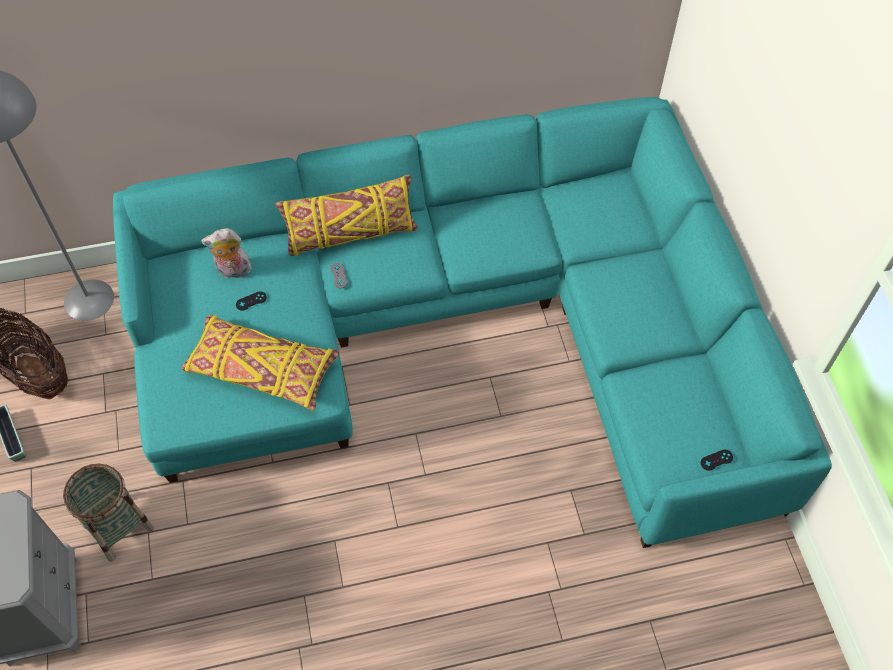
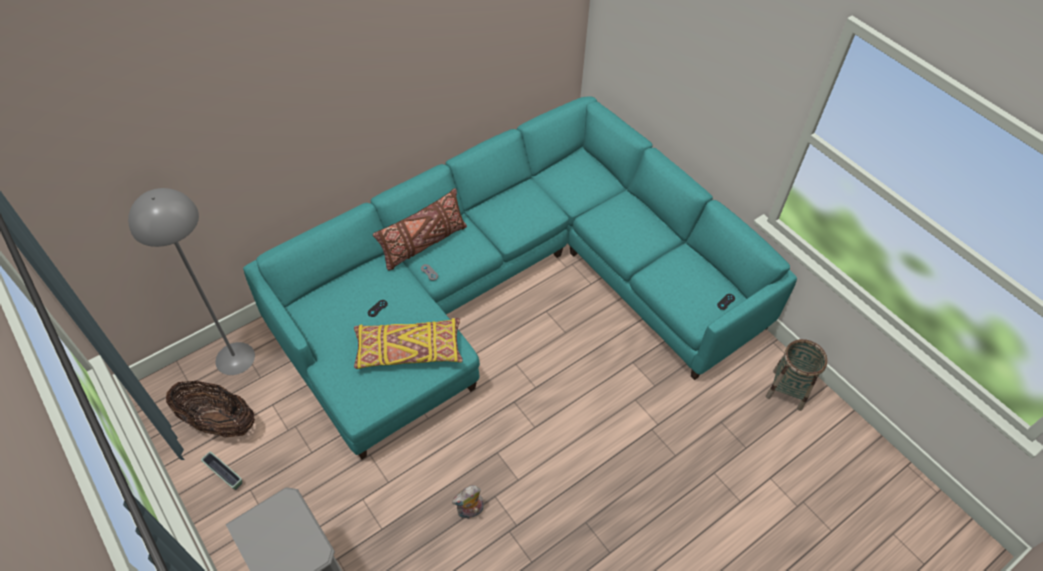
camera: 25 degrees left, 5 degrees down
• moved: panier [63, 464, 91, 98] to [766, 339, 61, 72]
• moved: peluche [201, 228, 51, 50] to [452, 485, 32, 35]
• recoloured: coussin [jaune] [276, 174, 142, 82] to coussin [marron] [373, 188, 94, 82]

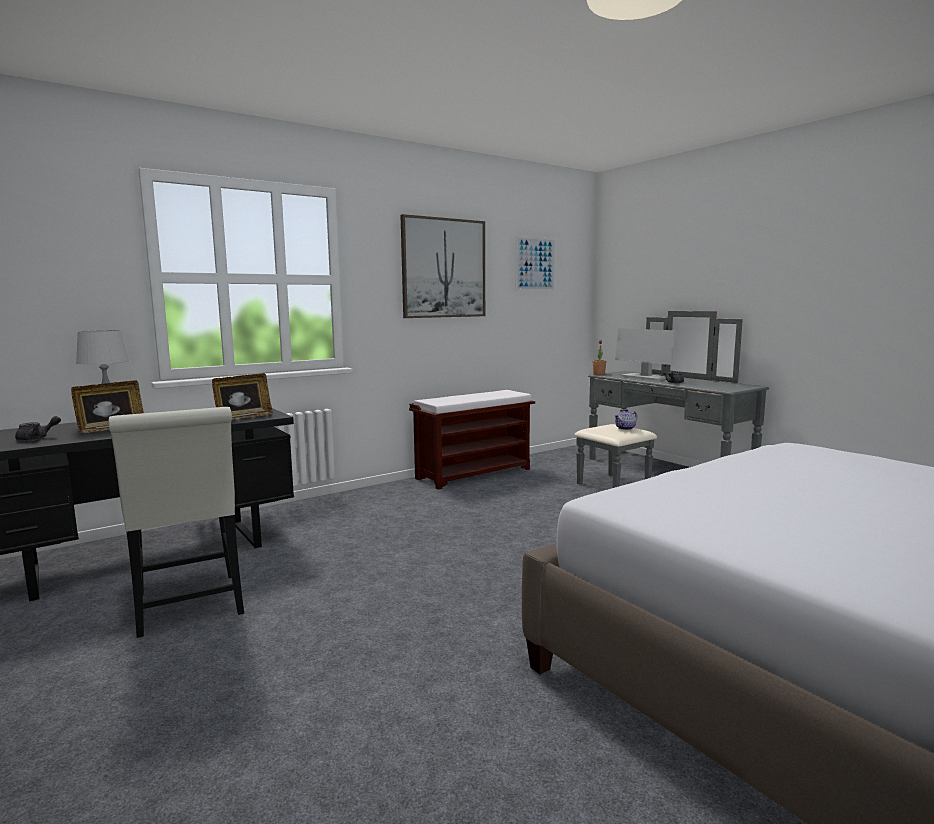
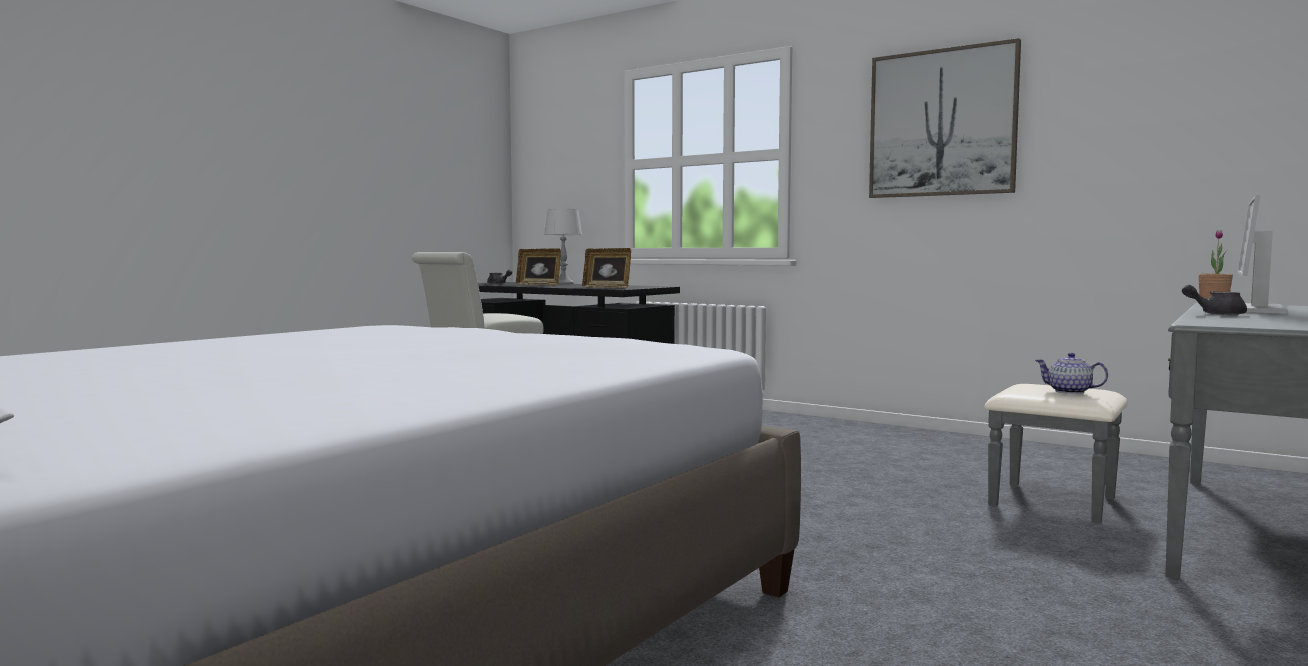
camera: 70 degrees right, 5 degrees down
• removed: banc [marron] [409, 390, 126, 99]
• removed: tableau [516, 236, 40, 55]

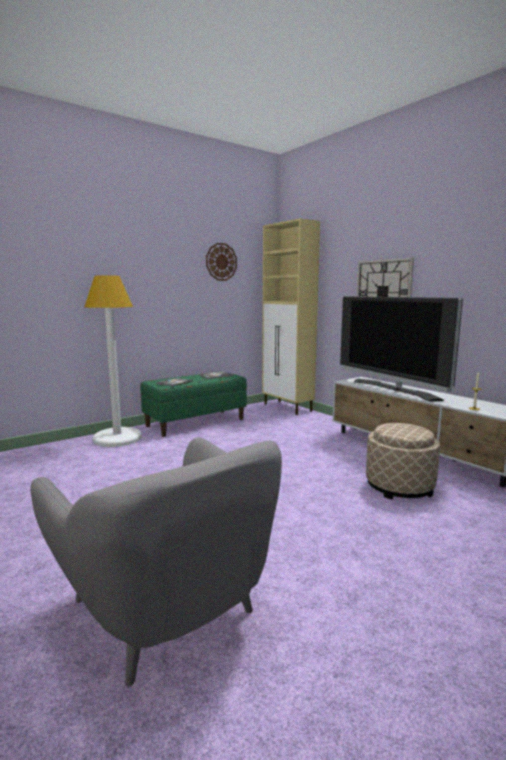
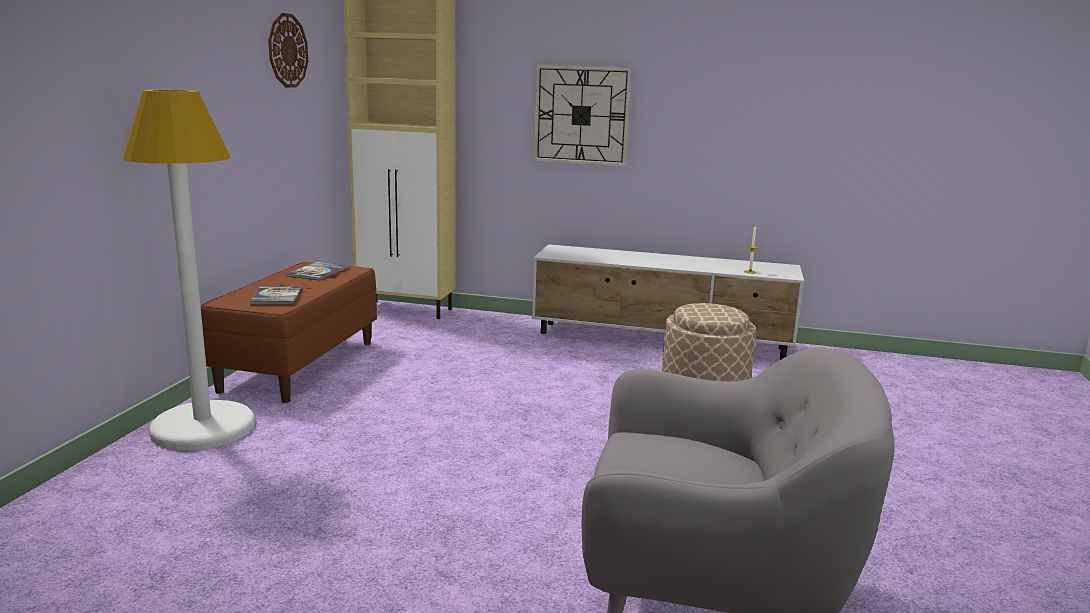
camera: 40 degrees left, 5 degrees up
• recoloured: banc [vert] [140, 371, 107, 66] to banc [marron] [201, 262, 176, 141]
• removed: téléviseur [340, 296, 123, 105]

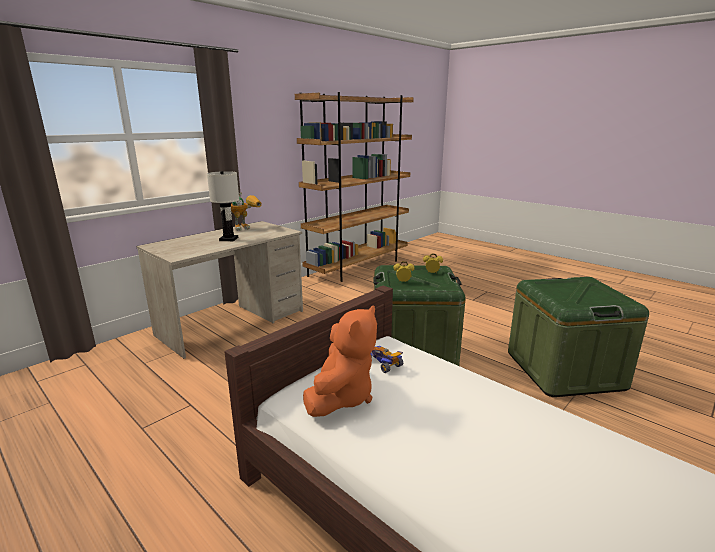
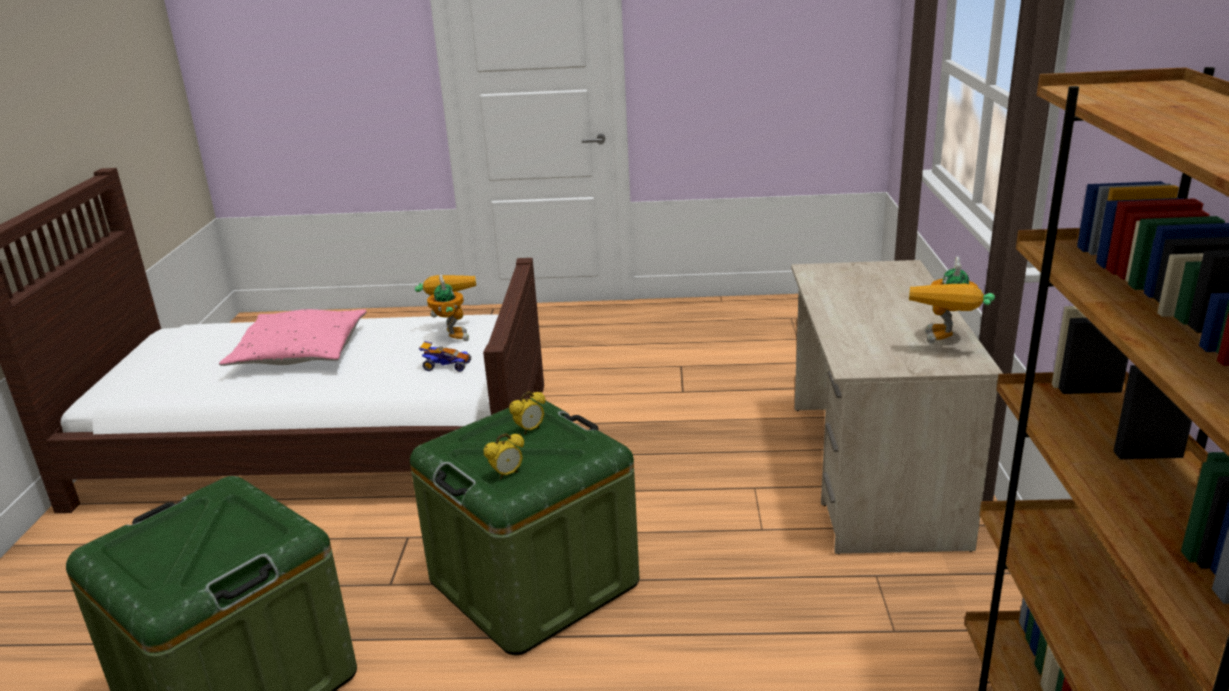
camera: 140 degrees right, 5 degrees up
• removed: lampe de table [blanc] [207, 171, 32, 70]
• replaced: peluche [orange] [303, 305, 74, 112] to robot jouet [415, 275, 61, 66]
• added: coussin [rose] [219, 309, 147, 57]

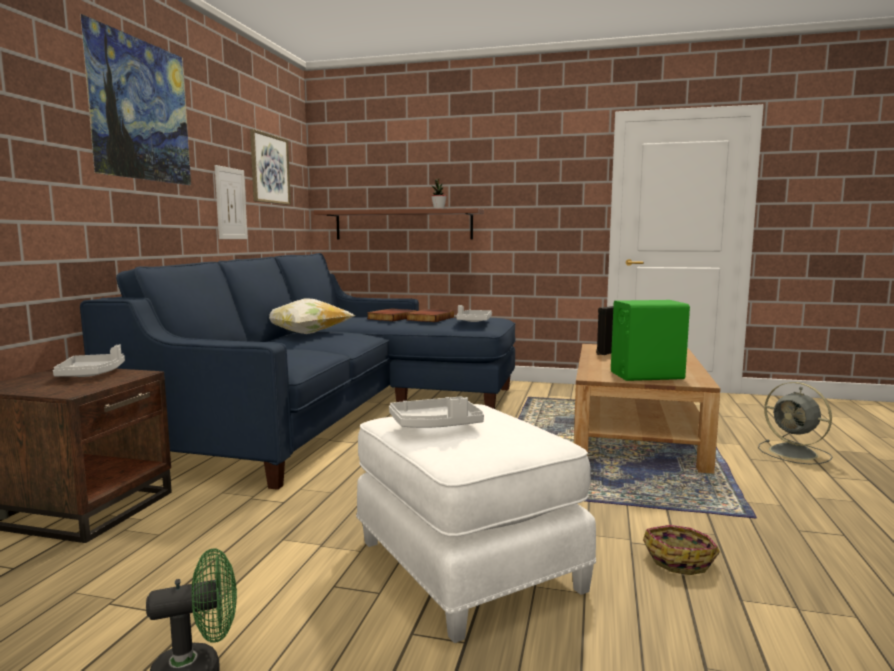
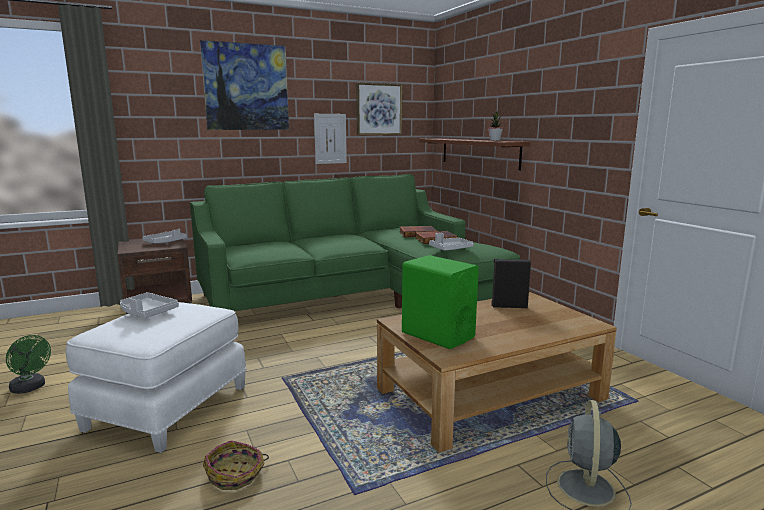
camera: 50 degrees right, 5 degrees up
• recoloured: canapé [bleu] [80, 253, 436, 237] to canapé [vert] [190, 174, 331, 137]
• removed: coussin [269, 298, 86, 36]

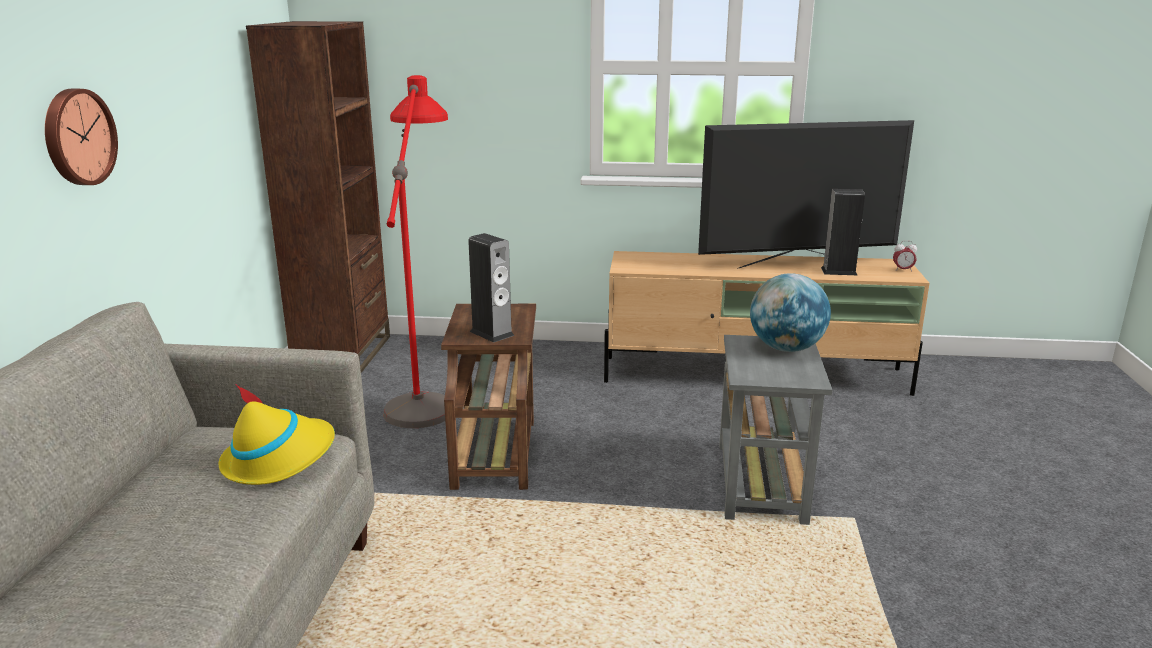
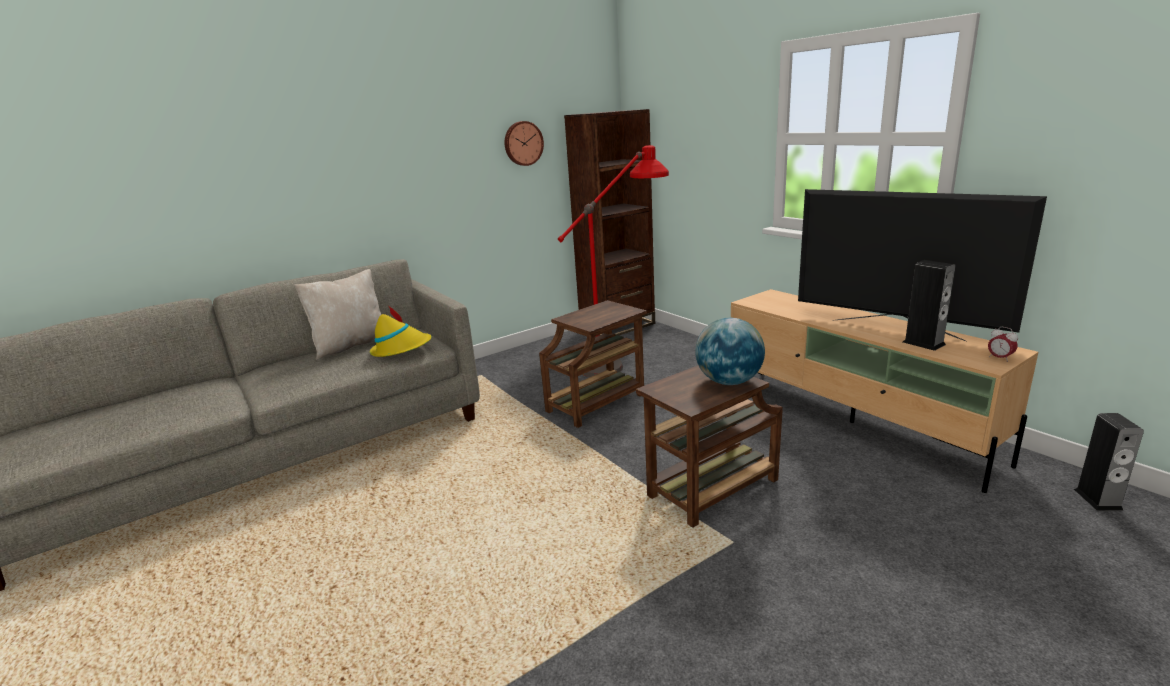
camera: 50 degrees right, 0 degrees up
• moved: horloge murale [45, 89, 73, 96] to [504, 121, 40, 45]
• moved: enceinte [468, 233, 46, 109] to [1074, 413, 70, 98]
• recoloured: table d'appoint [gris] [719, 335, 114, 190] to table d'appoint [marron] [636, 365, 147, 163]
• added: coussin [beige] [294, 269, 88, 91]

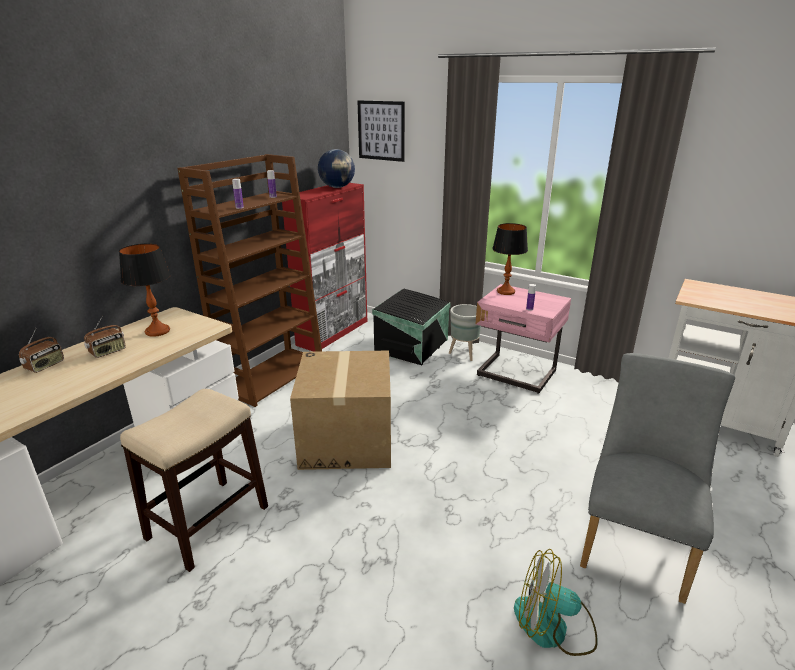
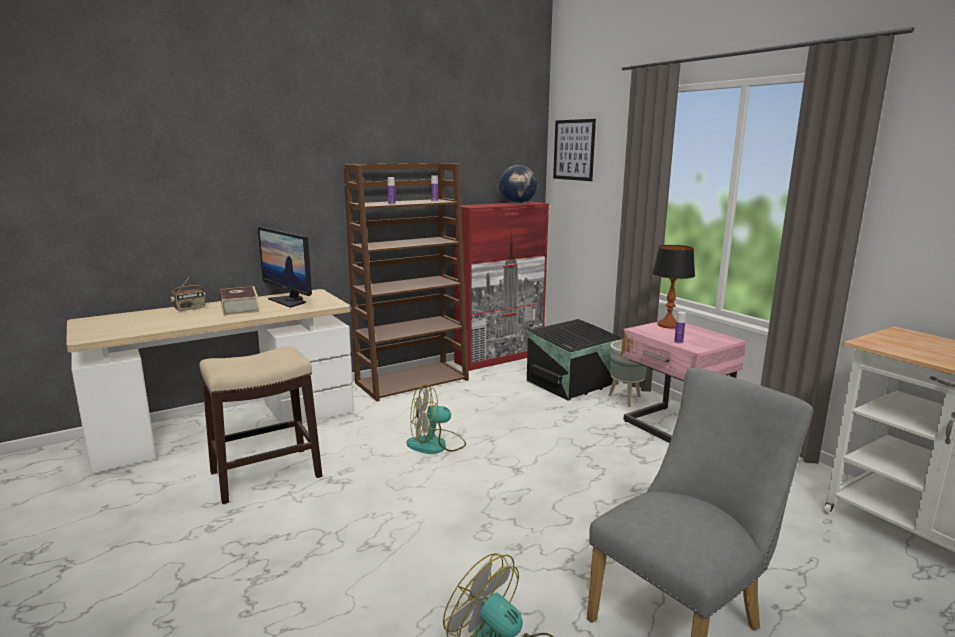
camera: 25 degrees right, 10 degrees down
• replaced: radio [84, 315, 42, 43] to livre [220, 286, 39, 29]
• replaced: lampe de table [119, 244, 52, 93] to écran d'ordinateur [258, 227, 54, 81]
• replaced: carton [290, 351, 101, 119] to ventilateur [407, 384, 59, 70]

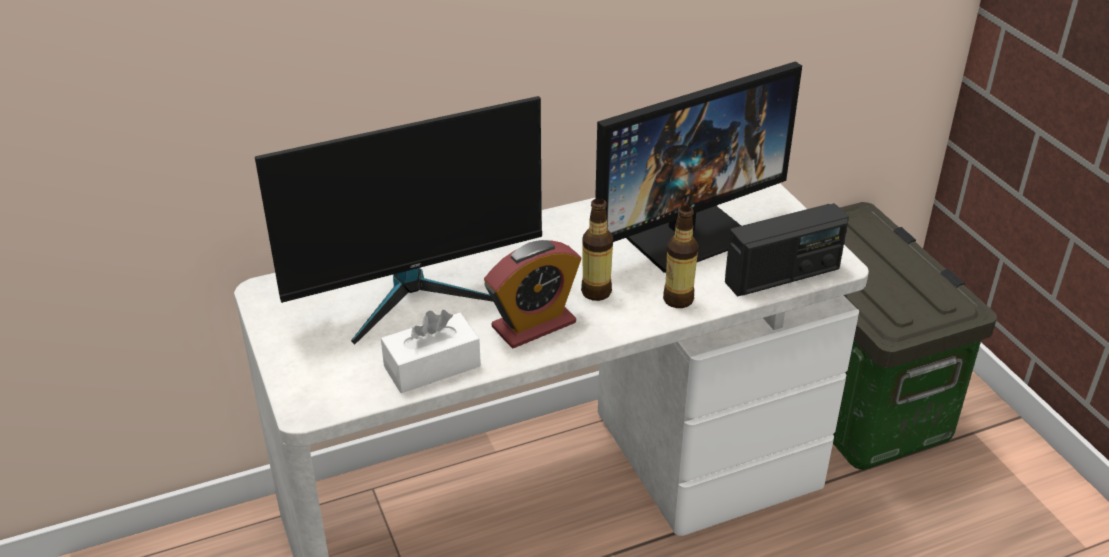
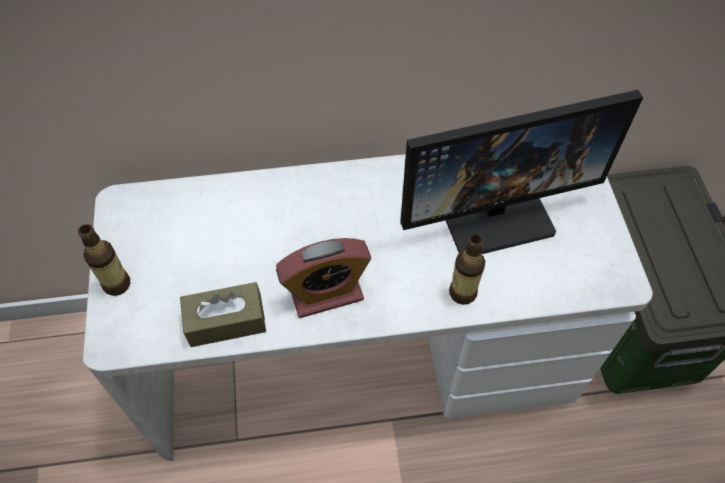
camera: 15 degrees right, 20 degrees up
• removed: écran d'ordinateur [255, 96, 287, 249]
• recoloured: boîte à mouchoirs [blanc] [381, 310, 100, 83] to boîte à mouchoirs [marron] [180, 282, 86, 65]
• moved: bouteille [581, 198, 32, 103] to [78, 224, 52, 72]
• removed: radio [725, 203, 124, 93]

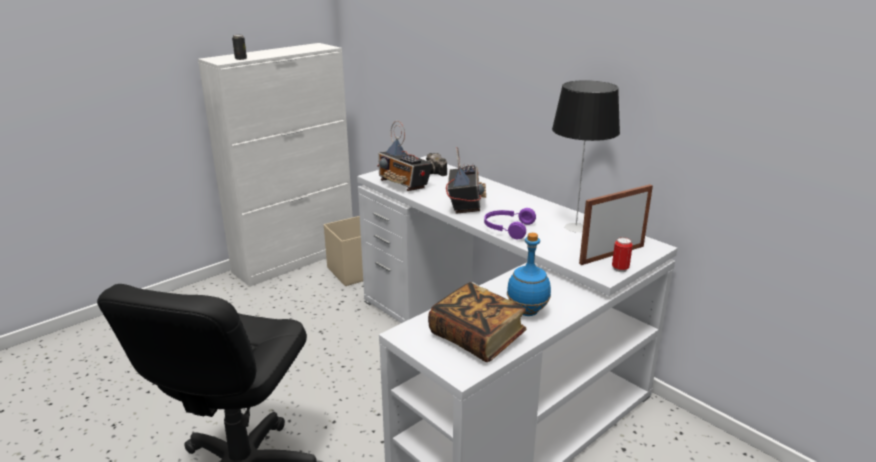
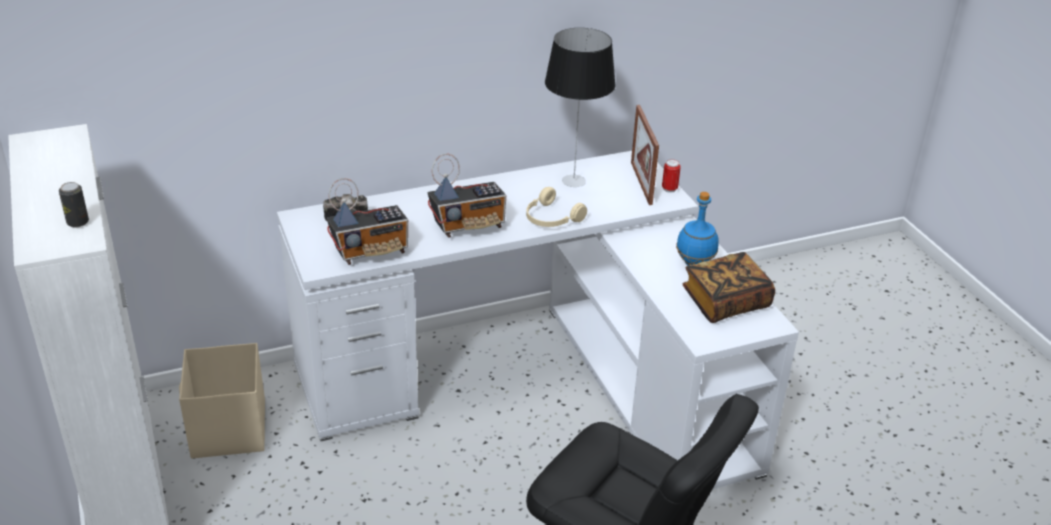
camera: 70 degrees left, 10 degrees up
• turned: radio [446, 147, 40, 67] = [428, 154, 78, 84] 135 degrees clockwise
• recoloured: casque audio [violet] [484, 208, 52, 31] to casque audio [beige] [526, 187, 61, 40]

